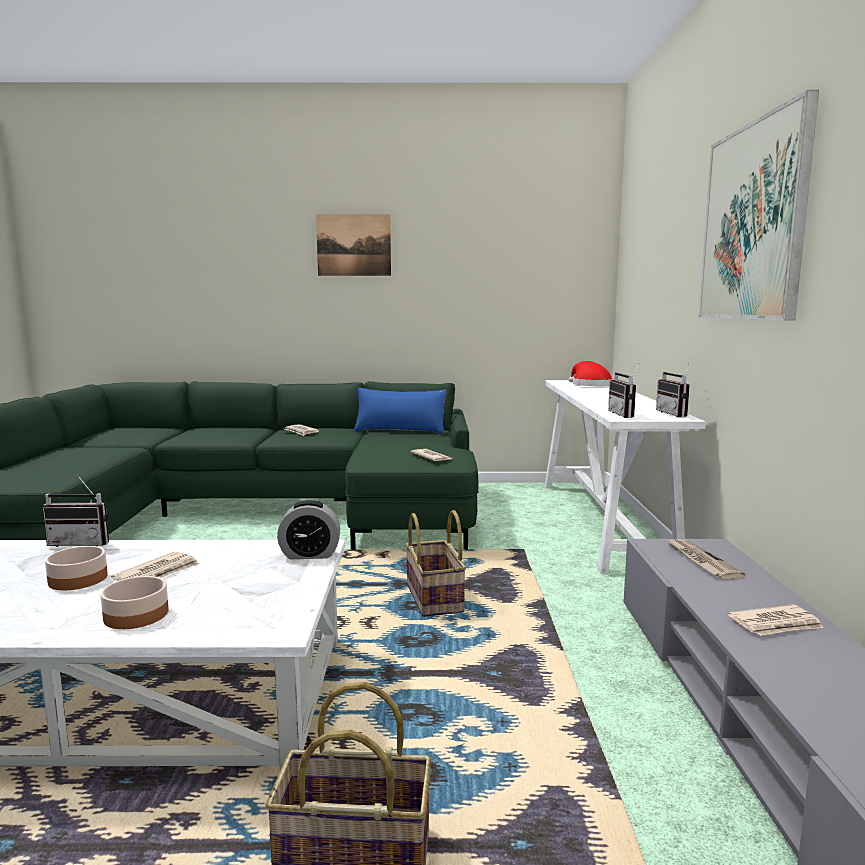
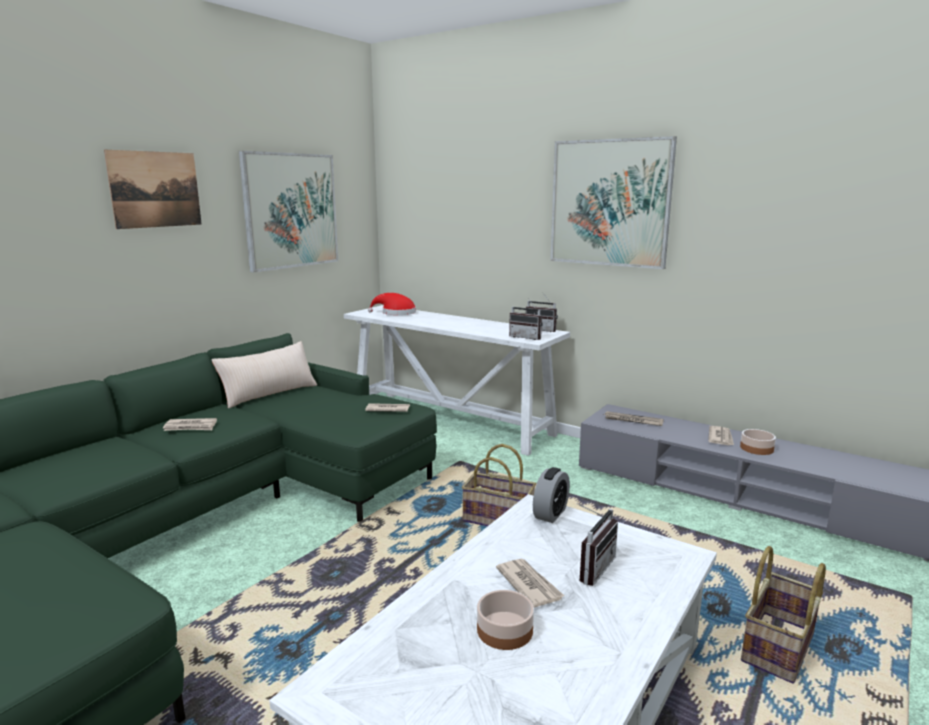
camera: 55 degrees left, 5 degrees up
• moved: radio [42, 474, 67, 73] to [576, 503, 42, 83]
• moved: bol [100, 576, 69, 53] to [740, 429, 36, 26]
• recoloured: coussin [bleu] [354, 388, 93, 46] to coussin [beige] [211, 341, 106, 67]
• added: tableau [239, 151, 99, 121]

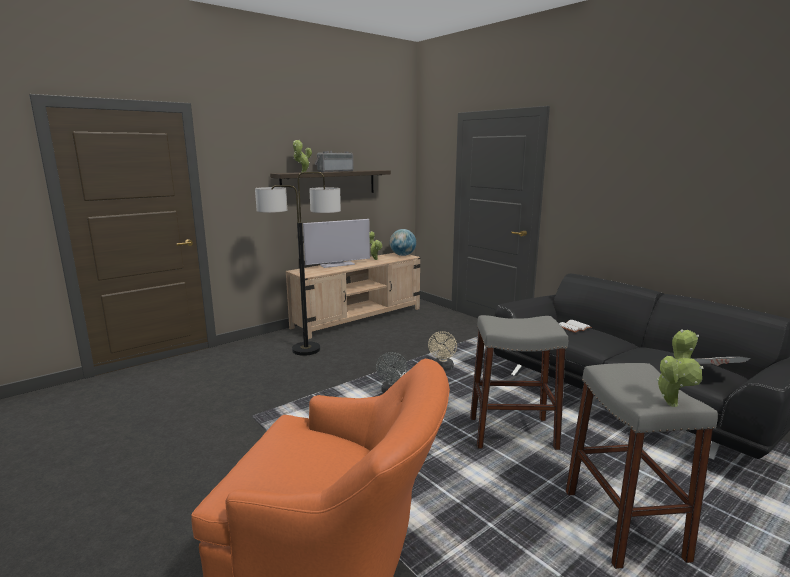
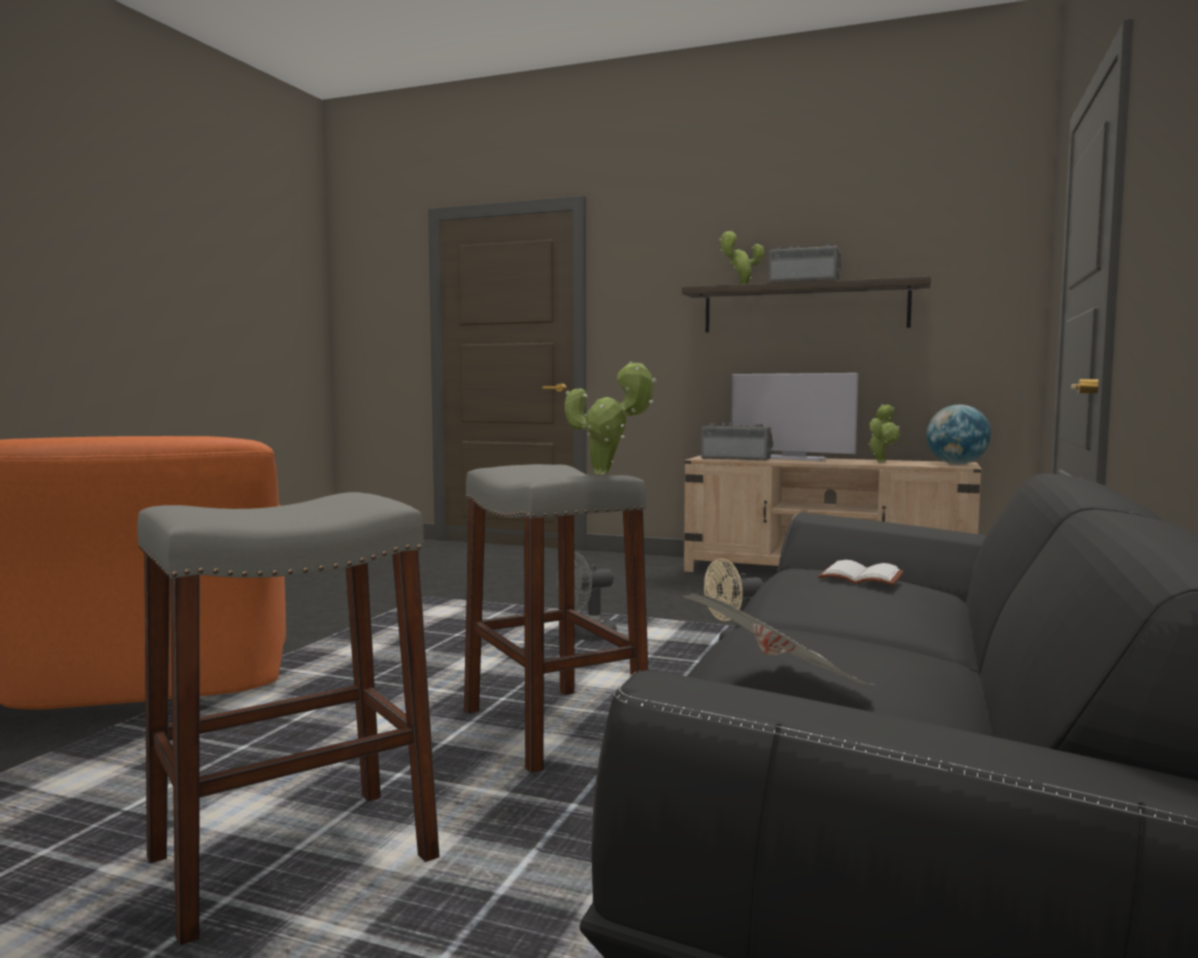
camera: 60 degrees right, 10 degrees down
• removed: lampadaire [255, 172, 86, 184]
• moved: plante en pot [656, 330, 48, 77] to [565, 361, 92, 114]
• added: radio [701, 422, 72, 39]

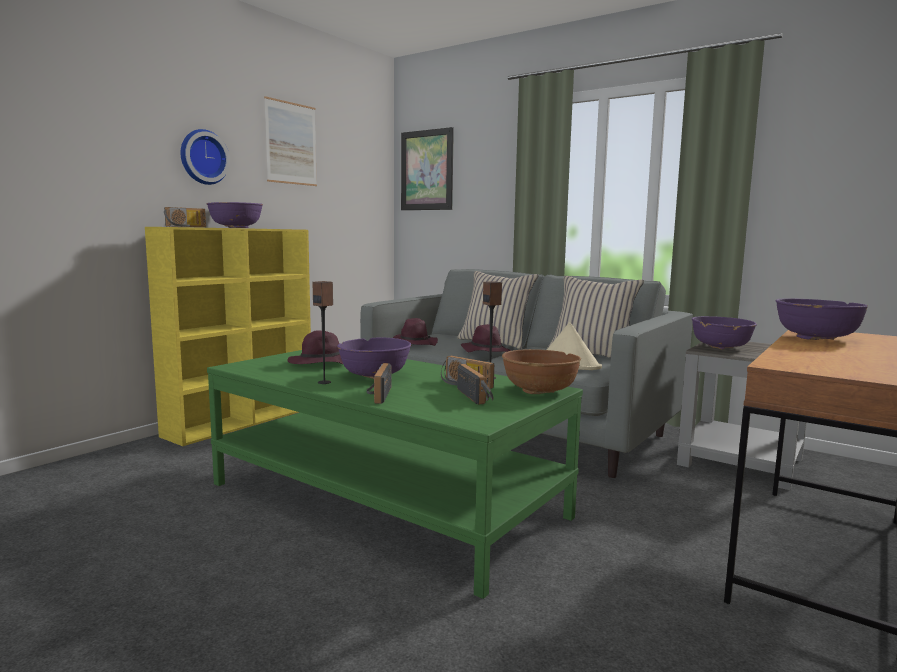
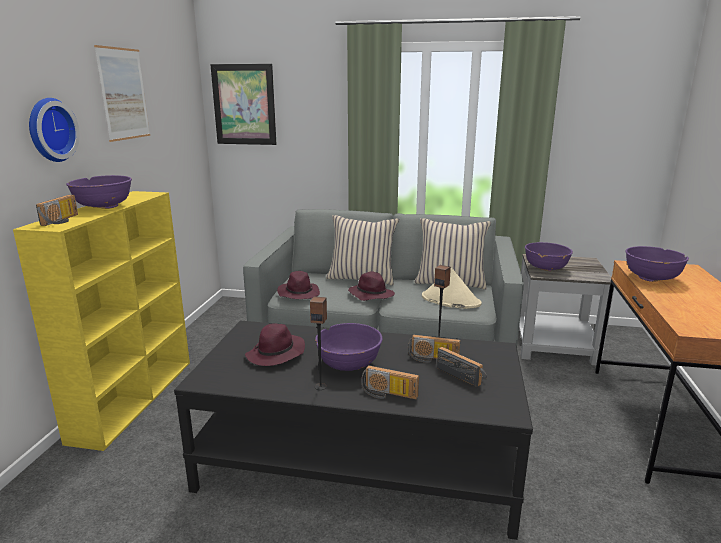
camera: 25 degrees left, 10 degrees up
• recoloured: table basse [vert] [207, 350, 376, 249] to table basse [noir] [174, 320, 359, 220]
• turned: radio [367, 363, 25, 41] = [361, 365, 58, 34] 45 degrees counterclockwise
• removed: bol [marron] [502, 349, 79, 45]

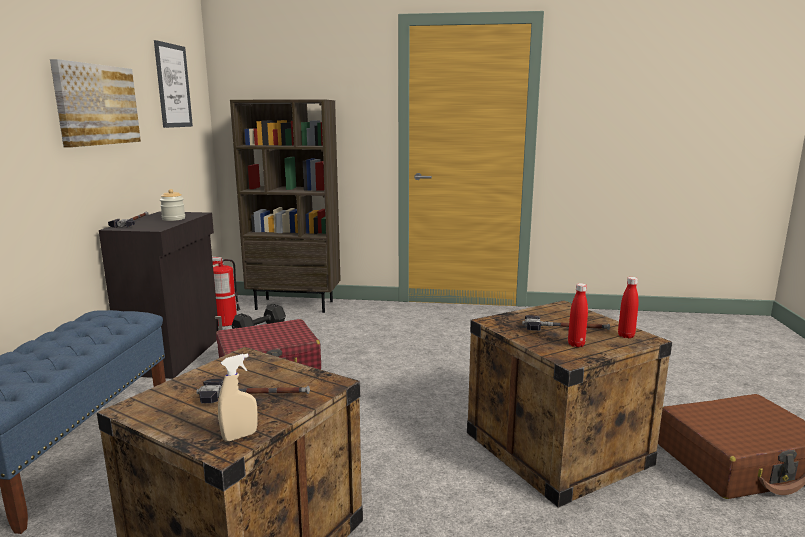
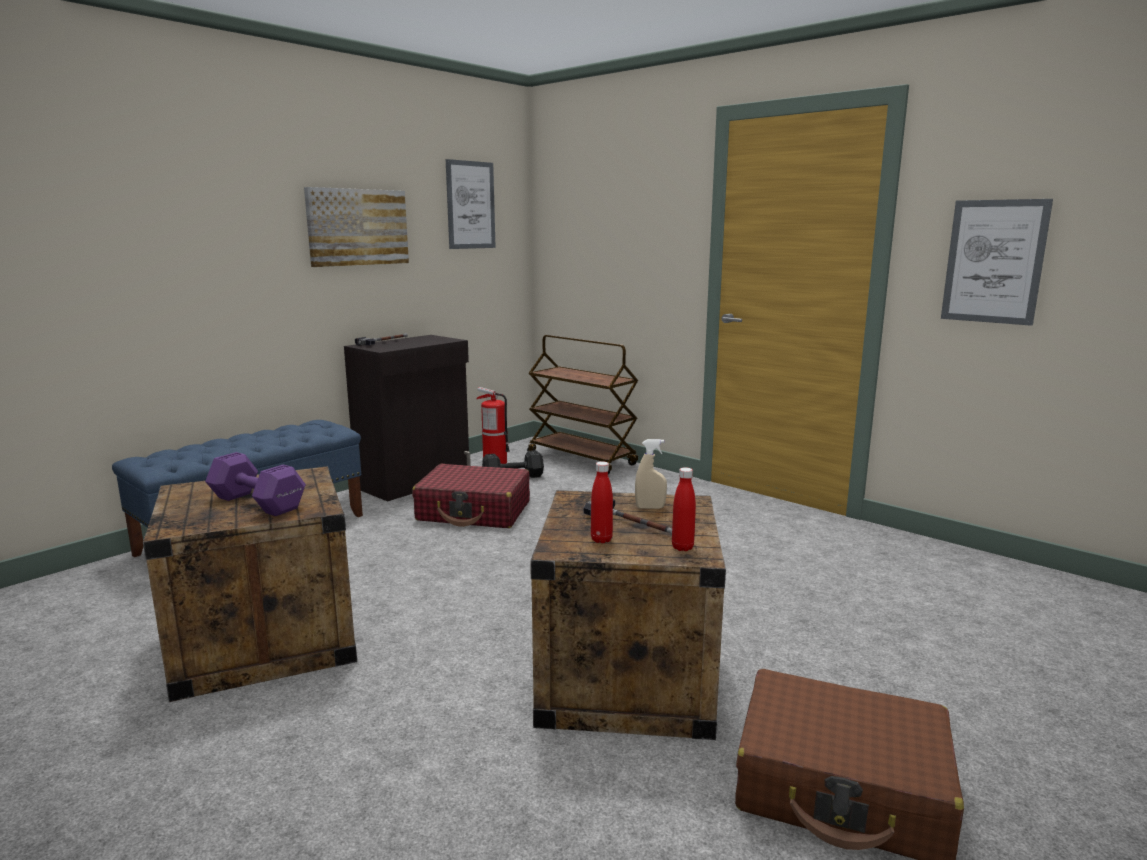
camera: 35 degrees right, 0 degrees up
• removed: bocal [160, 189, 25, 32]
• replaced: marteau [196, 379, 114, 24] to haltère [violet] [205, 452, 101, 64]
• moved: vaporisateur [beige] [218, 353, 39, 88] to [635, 439, 32, 70]
• replaced: bibliothèque [marron] [230, 99, 111, 214] to chariot [marron] [527, 335, 111, 139]
• added: tableau [941, 199, 112, 127]

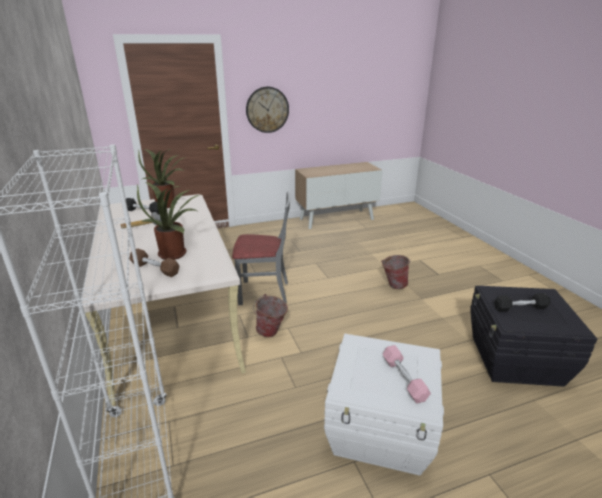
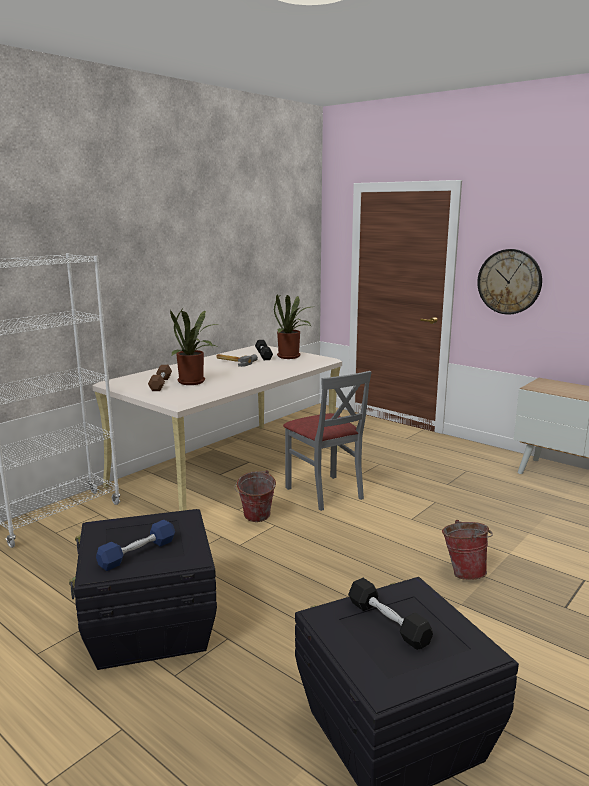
camera: 60 degrees right, 10 degrees down
• recoloured: boîte de rangement [blanc] [324, 334, 120, 142] to boîte de rangement [noir] [69, 509, 148, 161]
• recoloured: haltère [rose] [383, 345, 48, 58] to haltère [bleu] [96, 520, 79, 51]

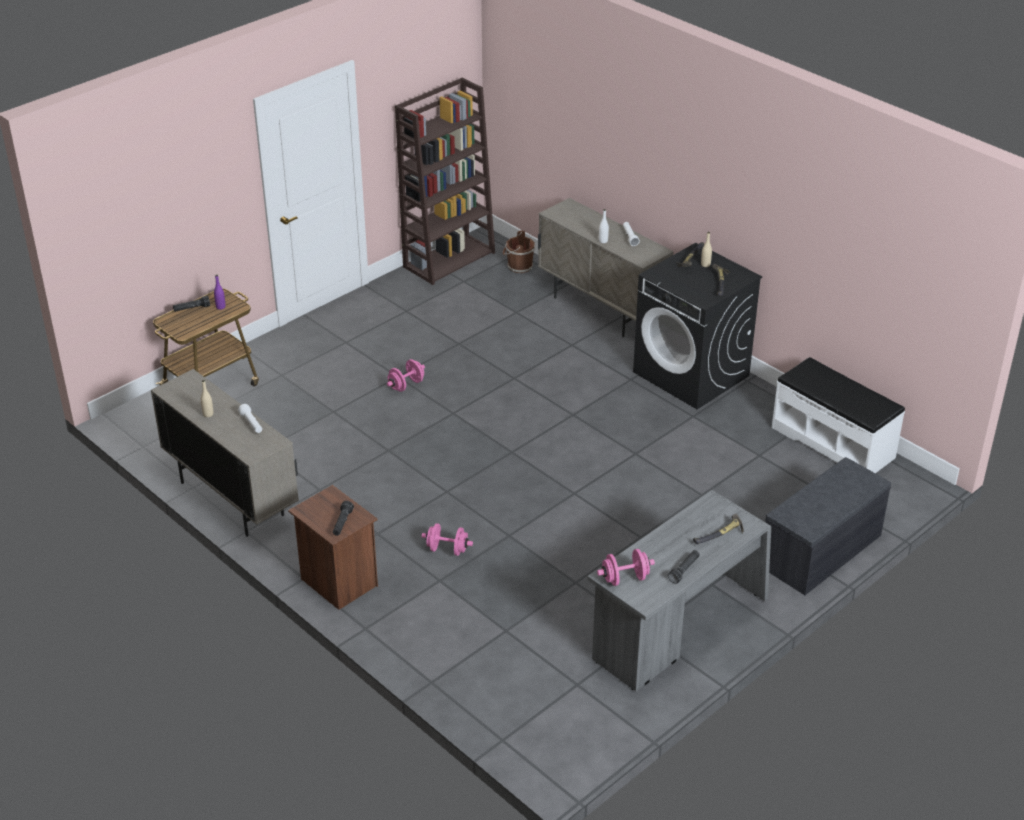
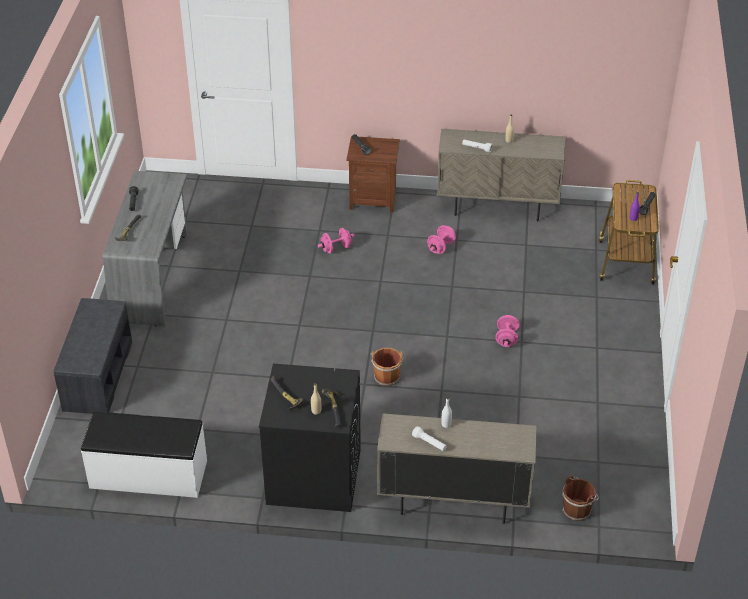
camera: 140 degrees right, 5 degrees up
• removed: bibliothèque [marron] [395, 78, 100, 207]
• moved: haltère [rose] [597, 549, 58, 37] to [427, 225, 29, 29]
• added: seau [marron] [370, 348, 34, 38]

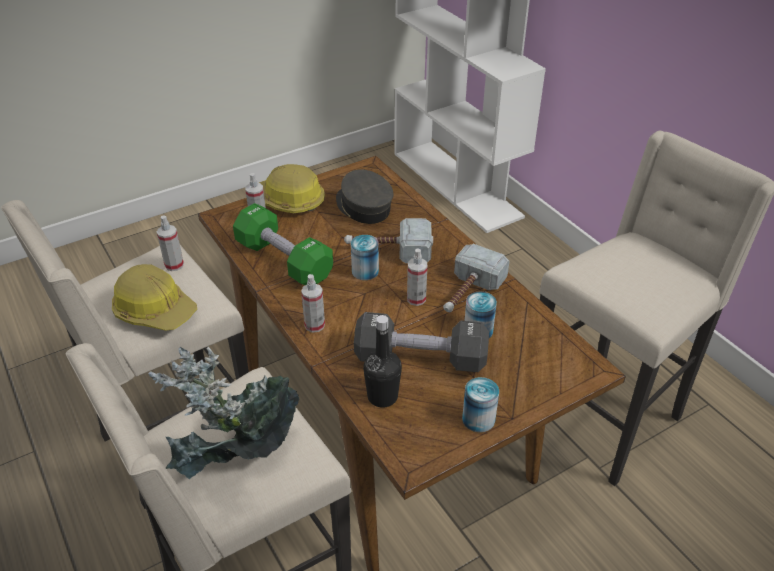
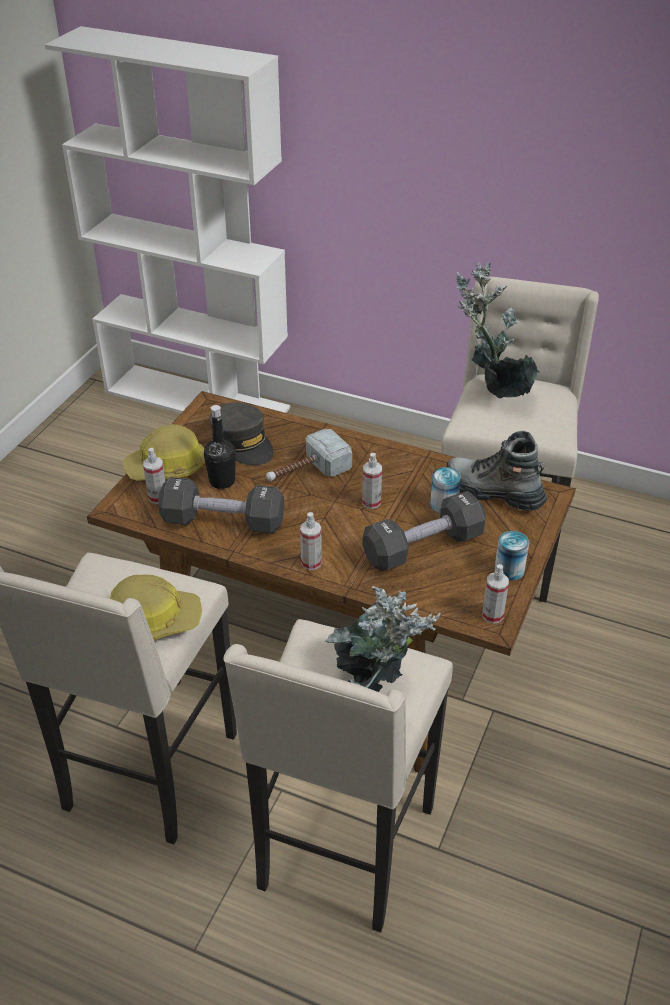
camera: 35 degrees left, 0 degrees up
• moved: vaporisateur [157, 216, 27, 55] to [482, 564, 27, 60]
• recoloured: haltère [vert] [233, 203, 100, 82] to haltère [noir] [158, 477, 126, 56]
• turned: casquette [gris] [336, 169, 57, 55] = [209, 403, 65, 62] 150 degrees counterclockwise
• removed: boîte métallique [351, 235, 28, 45]
• moved: bouteille [noir] [363, 315, 39, 93] to [204, 405, 32, 84]
• removed: marteau [443, 244, 66, 68]
• added: botte [447, 431, 100, 80]
• added: plante en pot [456, 262, 83, 136]

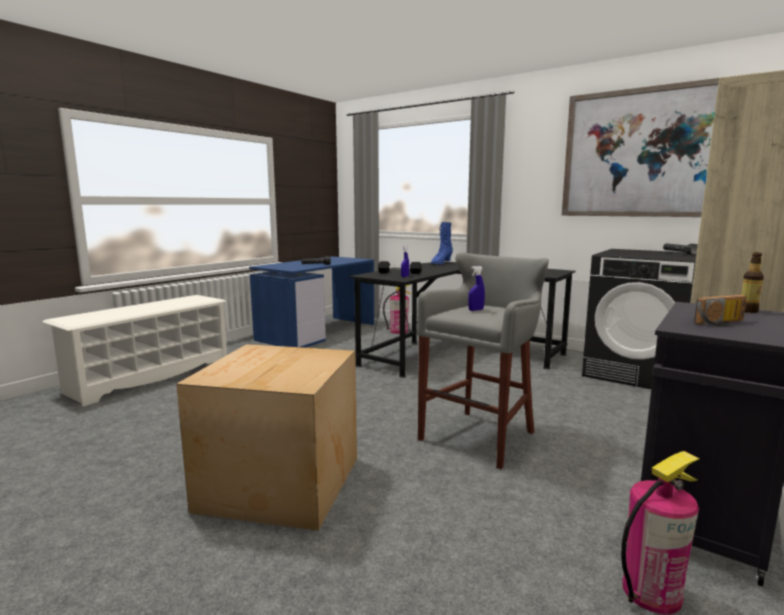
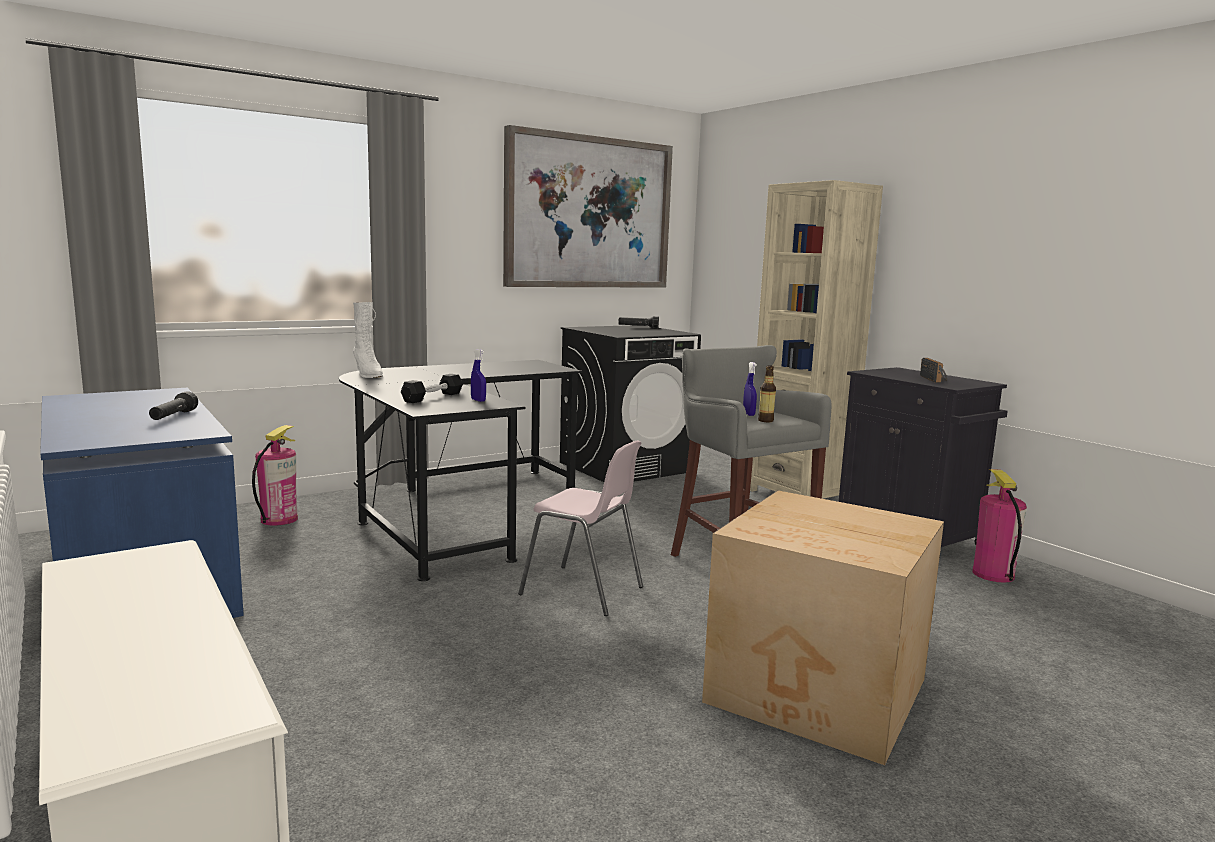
camera: 70 degrees left, 0 degrees up
• recoloured: botte [bleu] [431, 222, 22, 43] to botte [blanc] [353, 302, 30, 76]
• moved: bouteille [741, 252, 23, 61] to [758, 365, 18, 57]
• added: chaise [rose] [518, 441, 125, 175]

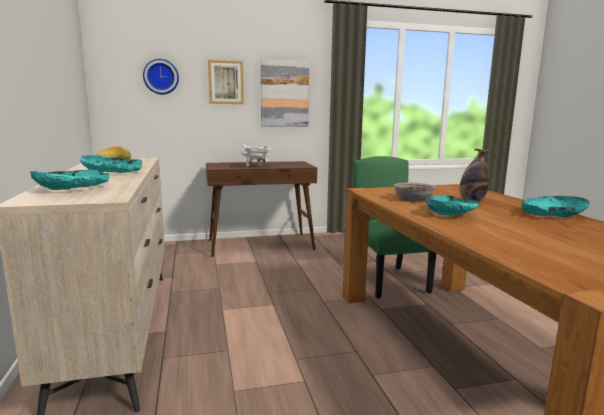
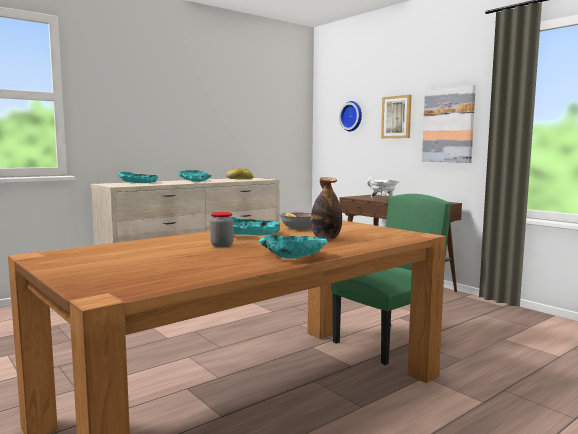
camera: 65 degrees right, 5 degrees down
• added: bocal [210, 212, 23, 35]

